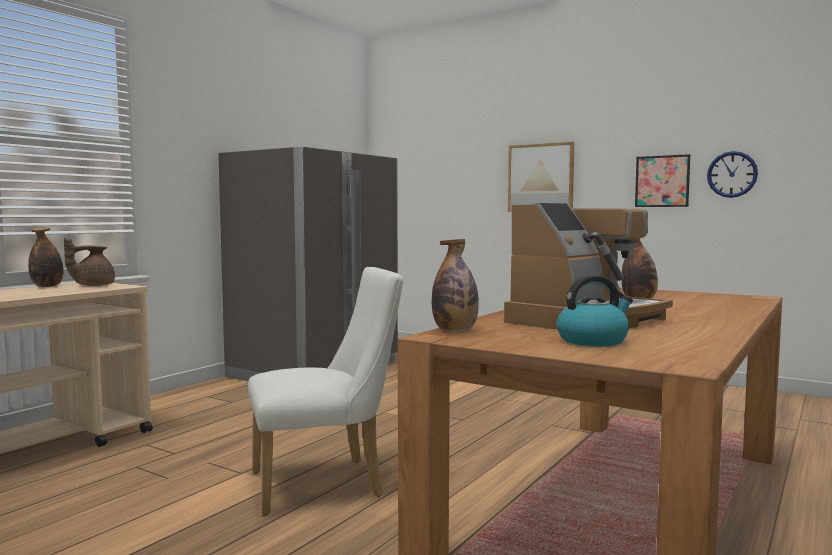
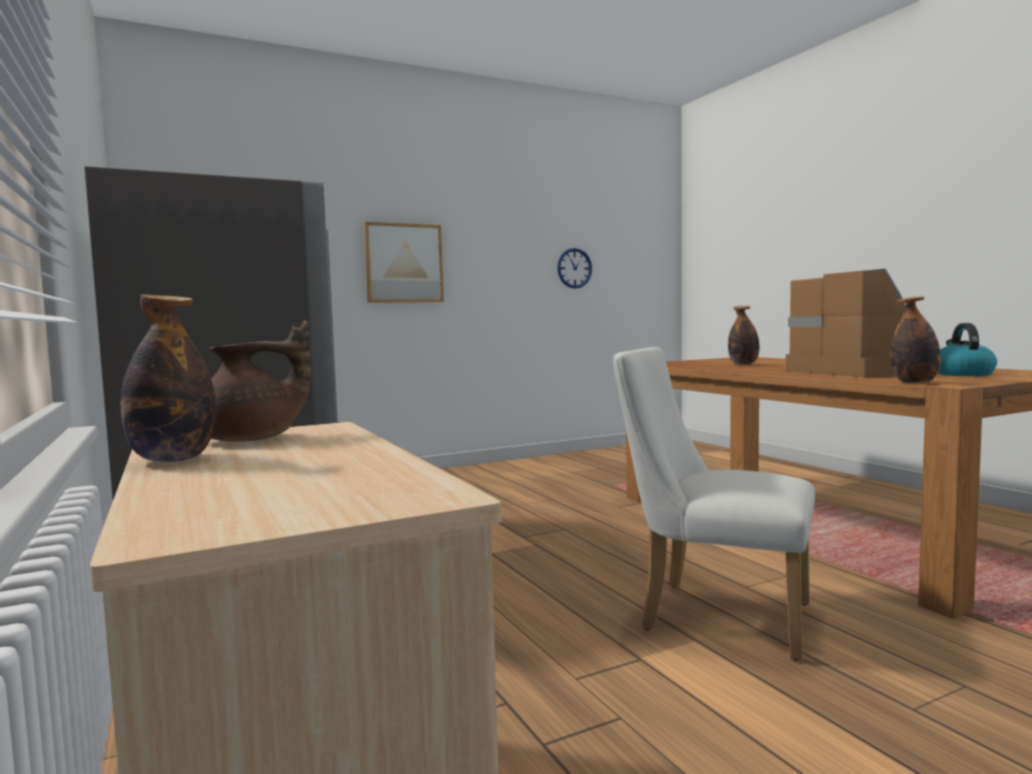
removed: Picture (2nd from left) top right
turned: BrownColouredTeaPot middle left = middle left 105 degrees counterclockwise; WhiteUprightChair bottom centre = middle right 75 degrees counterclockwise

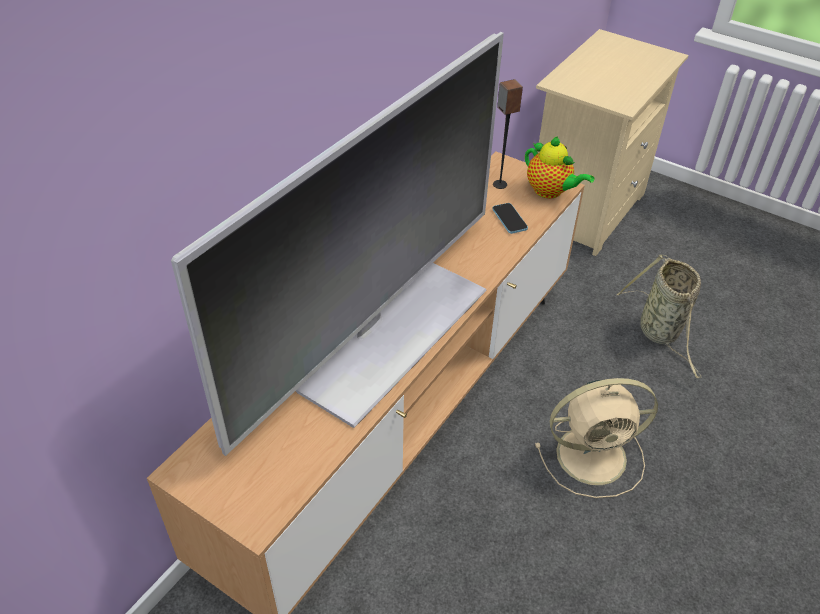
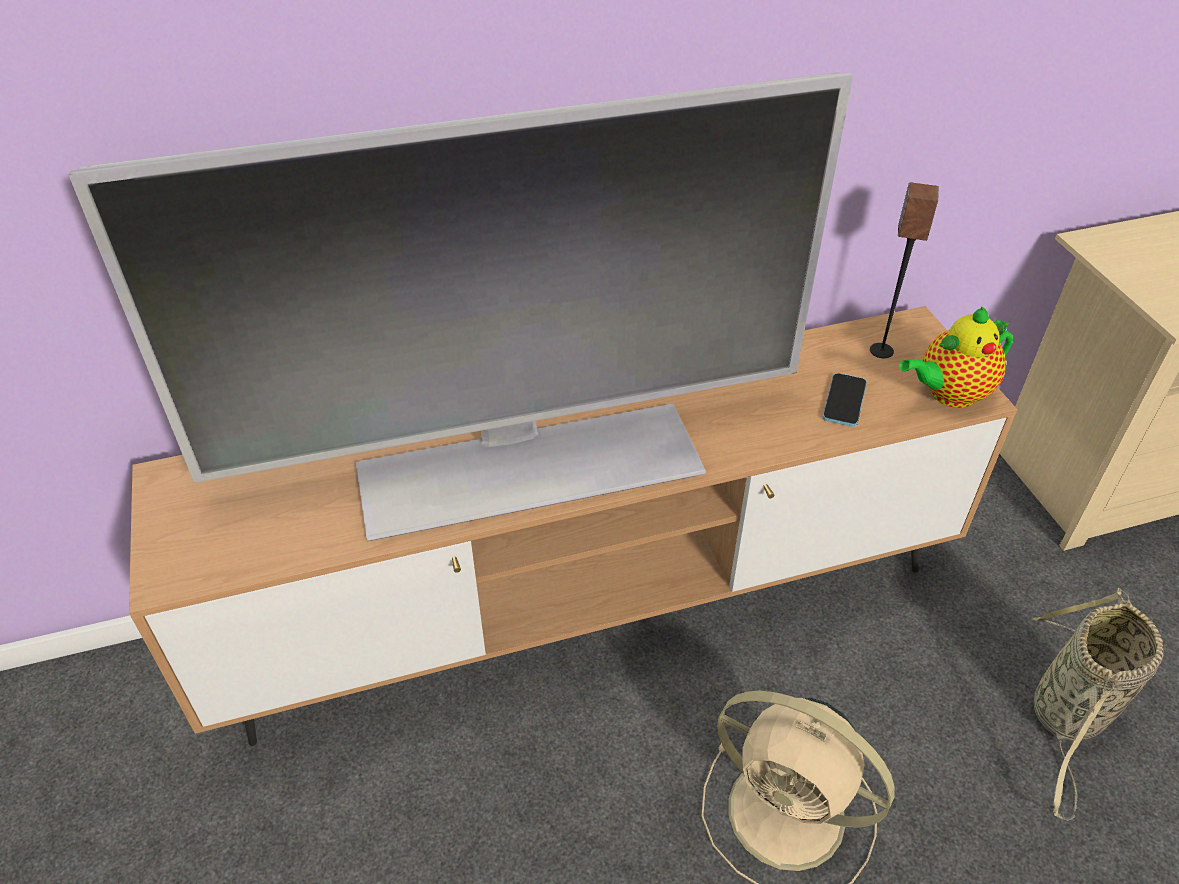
turned: TeaPot top right = middle right 75 degrees clockwise

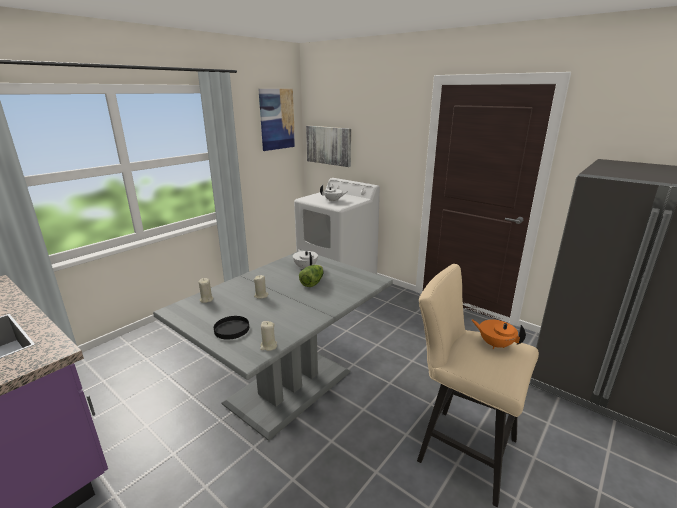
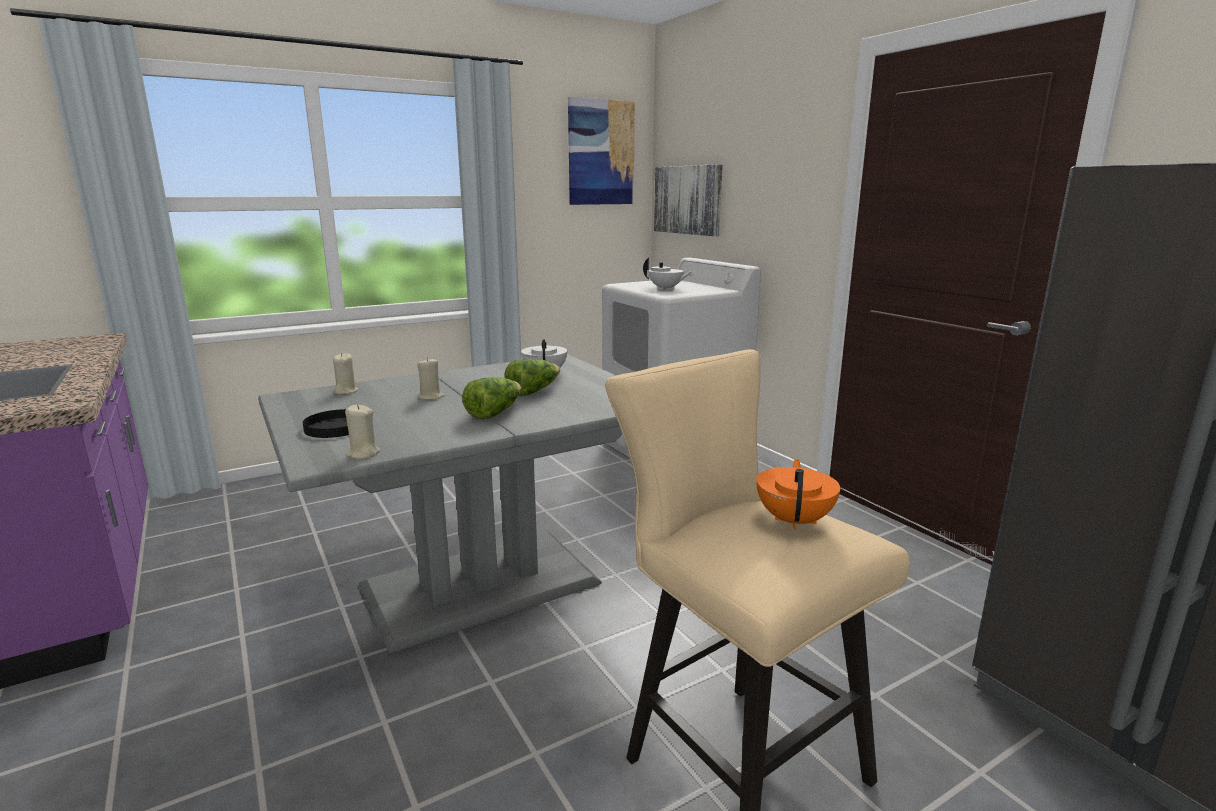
added: HeadOfLettuce (1st from left) centre
turned: OrangeTeaPot middle right = centre 45 degrees clockwise

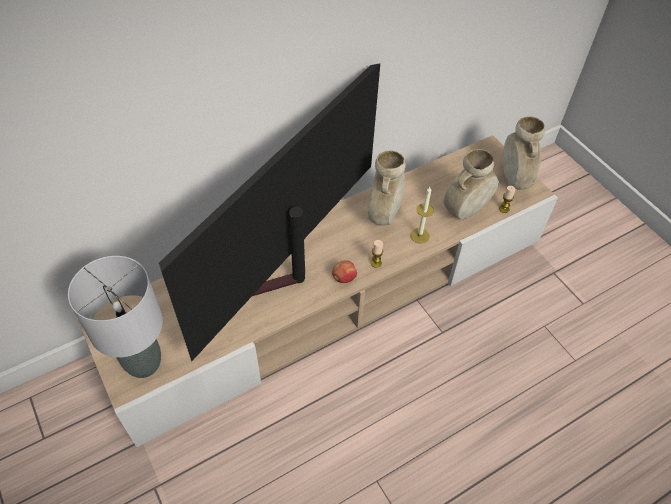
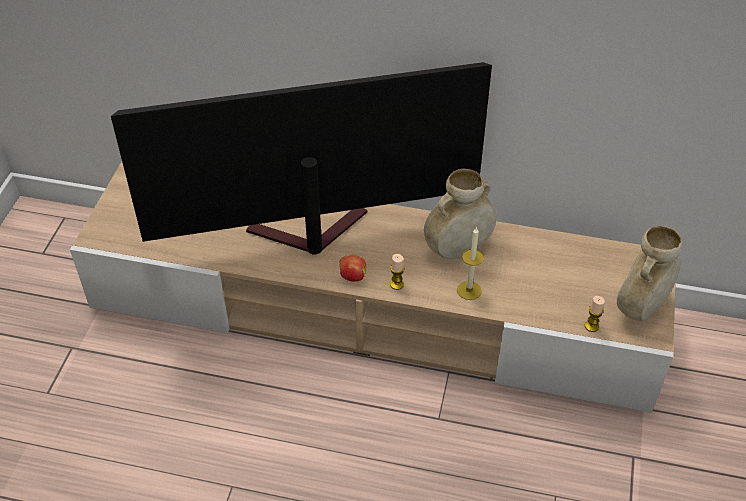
removed: GreyTabletopLamp middle left; SandColouredVase (2nd from left) middle right

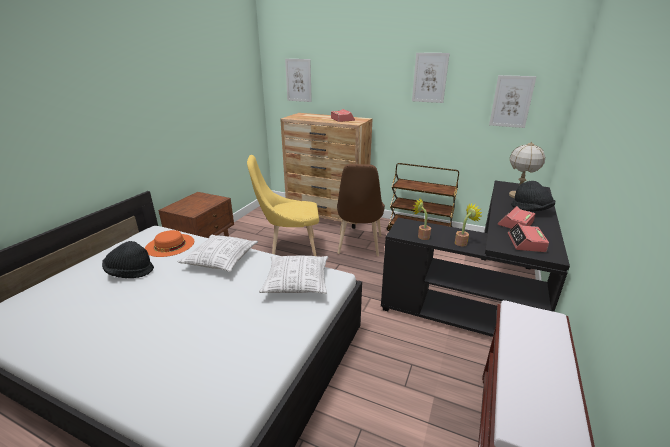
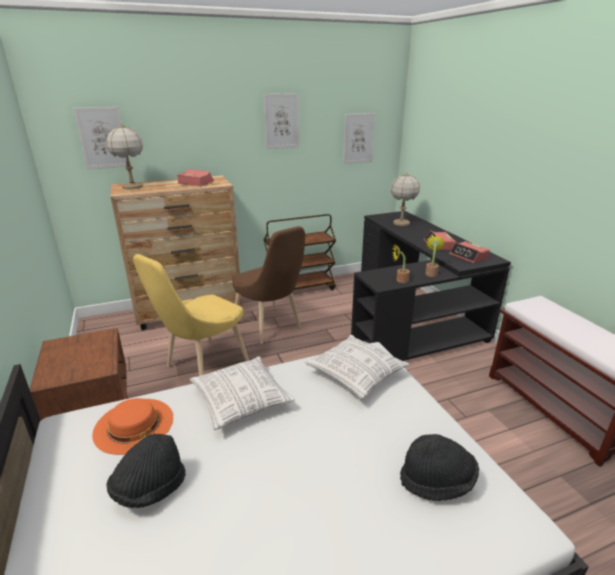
added: TabletopLamp (1st from left) top left
moved: BlackClothingHat (2nd from left) middle right to bottom right

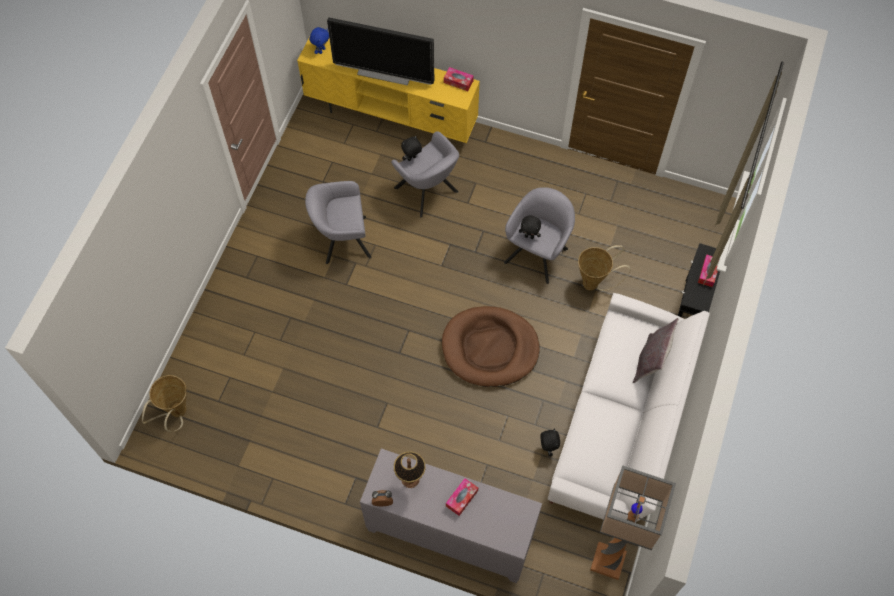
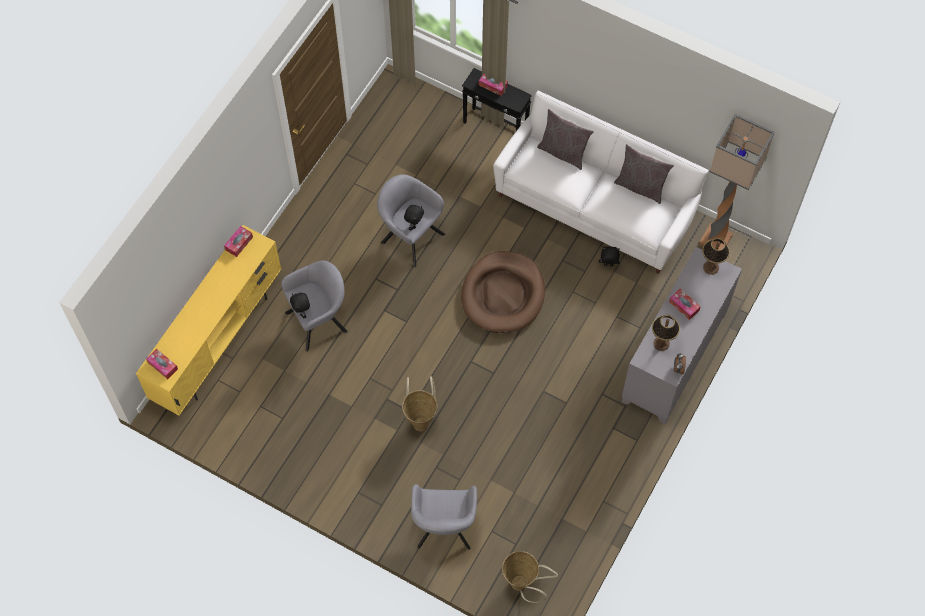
removed: Tv top centre
added: GreyThrowPillow (2nd from left) top right; TabletopLamp (2nd from left) middle right
moved: GreyArmchair (1st from left in the first image) centre to GreyArmchair (3rd from left) bottom centre; Basket (2nd from left in the first image) middle right to Basket (1st from left) centre
replaced: BlueCuddlyToy top centre to TissueHolder (1st from left) middle left

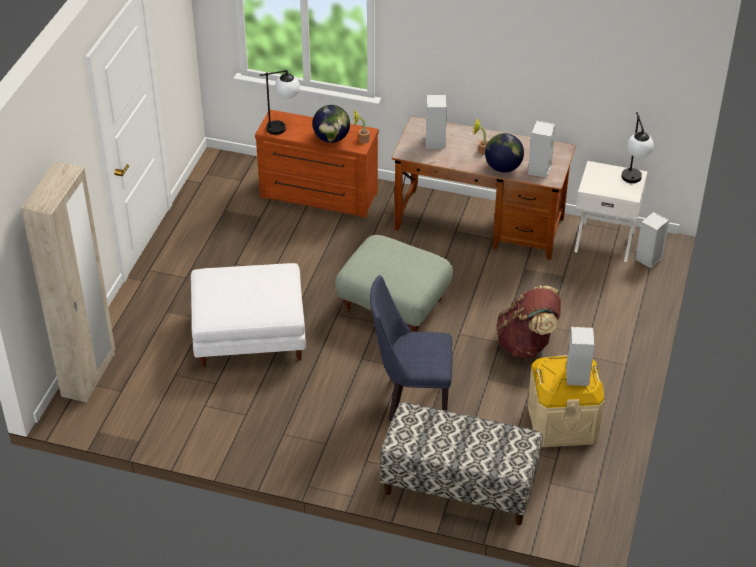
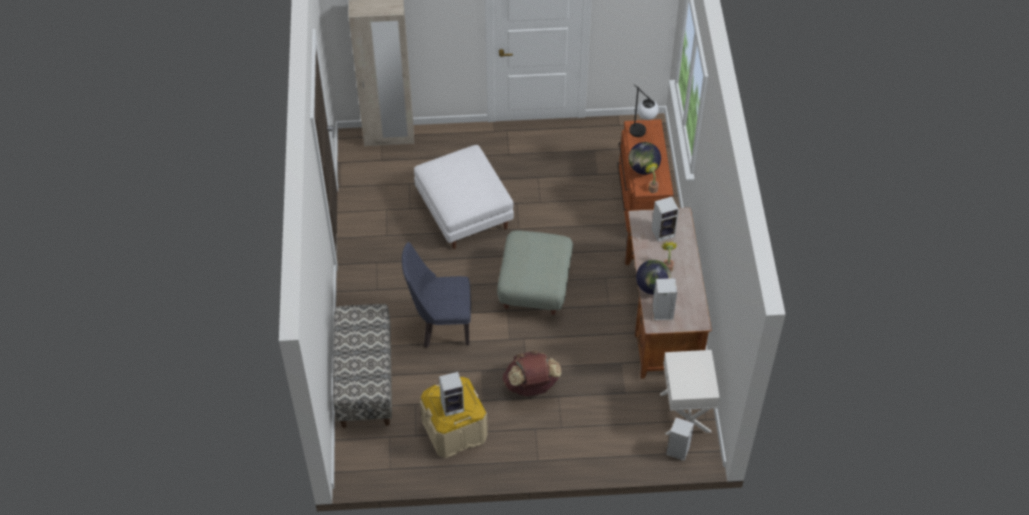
removed: TabletopLamp (2nd from left) top right
turned: BlueUprightChair centre = centre 75 degrees counterclockwise

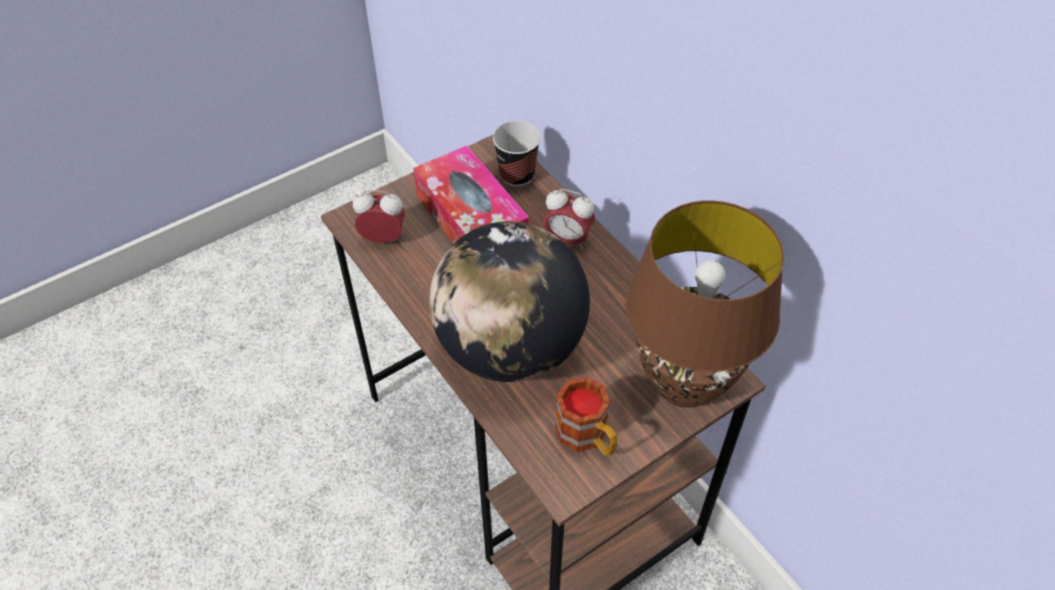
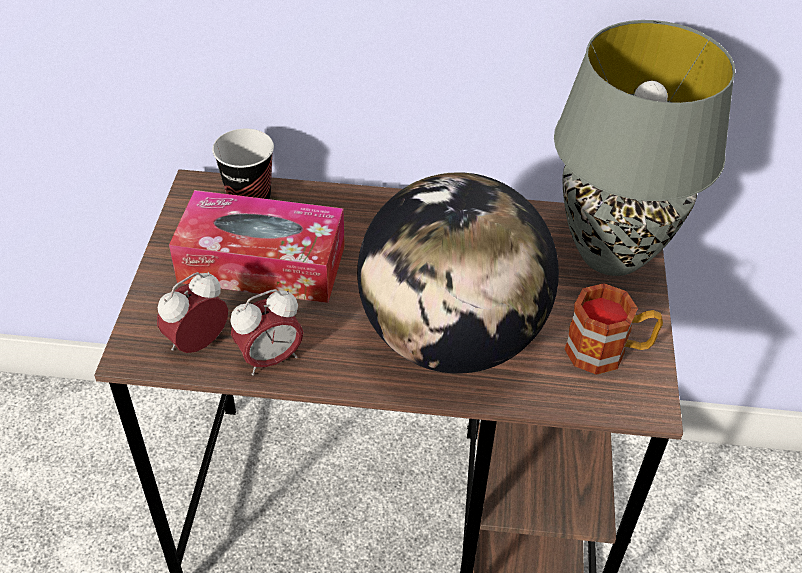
moved: TableClock (2nd from left) centre to middle left
recoloured: BrownColouredTabletopLamp middle right to GreyTabletopLamp top right

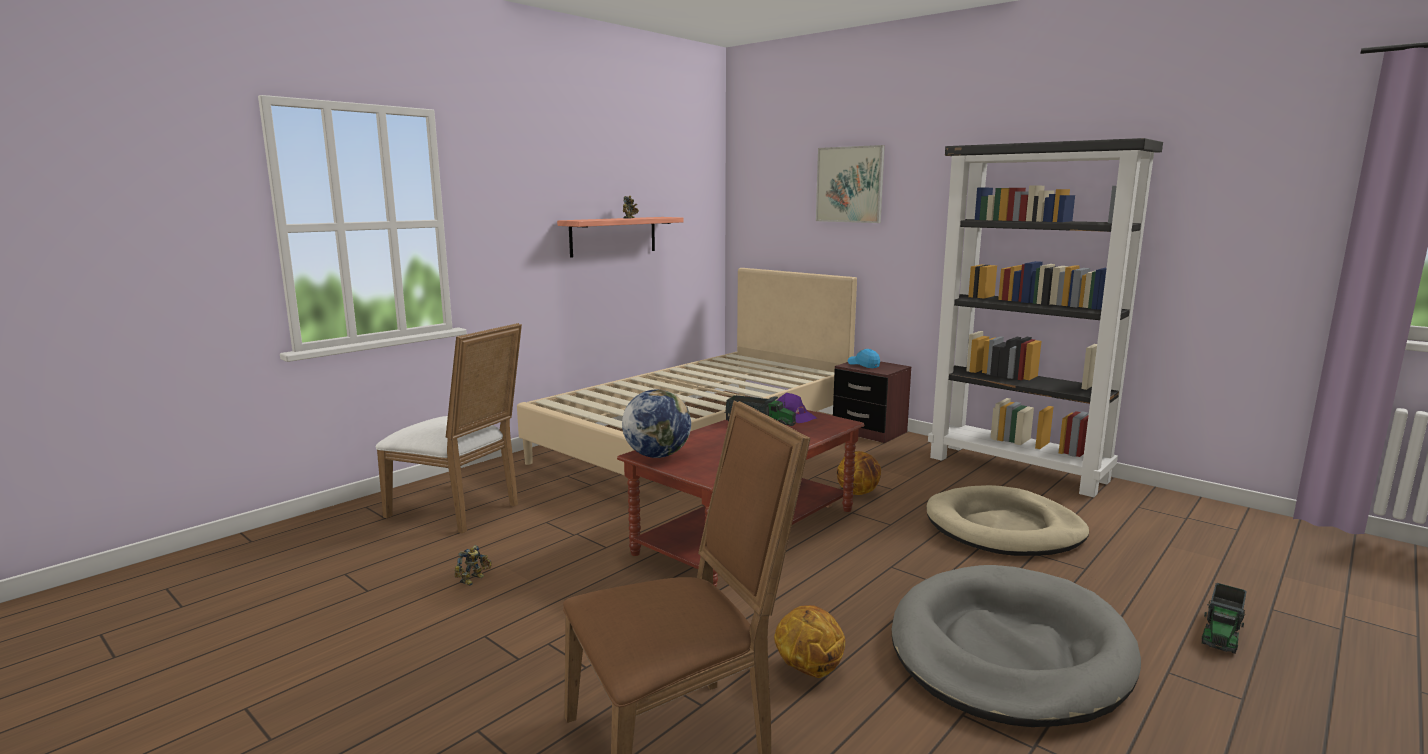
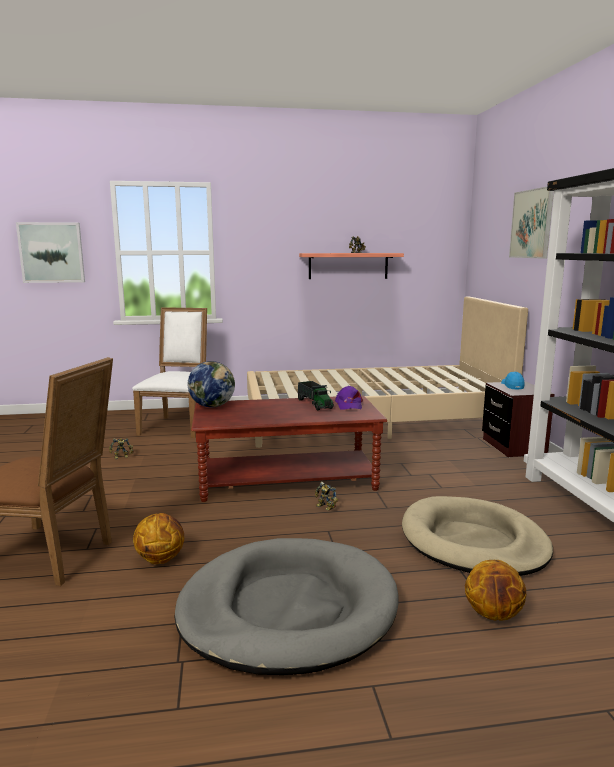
removed: ModelTruck (2nd from left) bottom right
added: Picture (1st from left) top left; RobotFigure (2nd from left) centre
moved: BallForBasketball (2nd from left) centre to bottom right
turned: WhiteUprightChair middle left = middle left 150 degrees counterclockwise

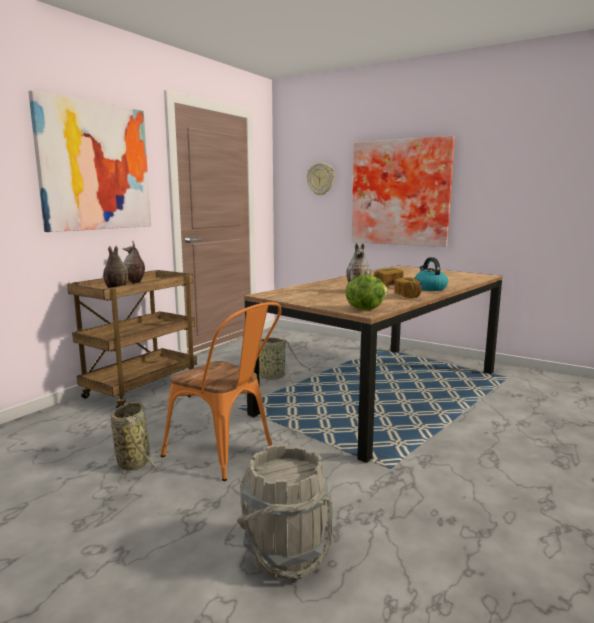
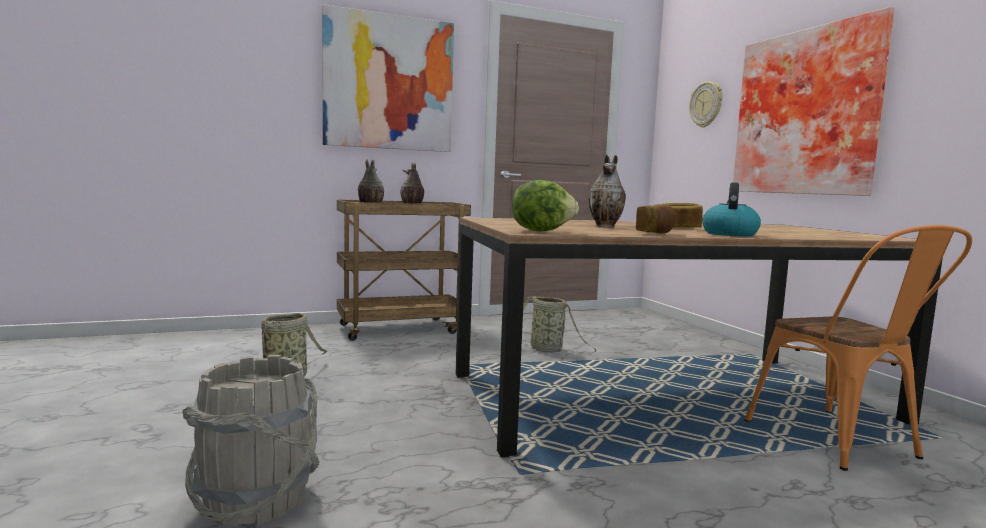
moved: OrangeUprightChair centre to middle right

